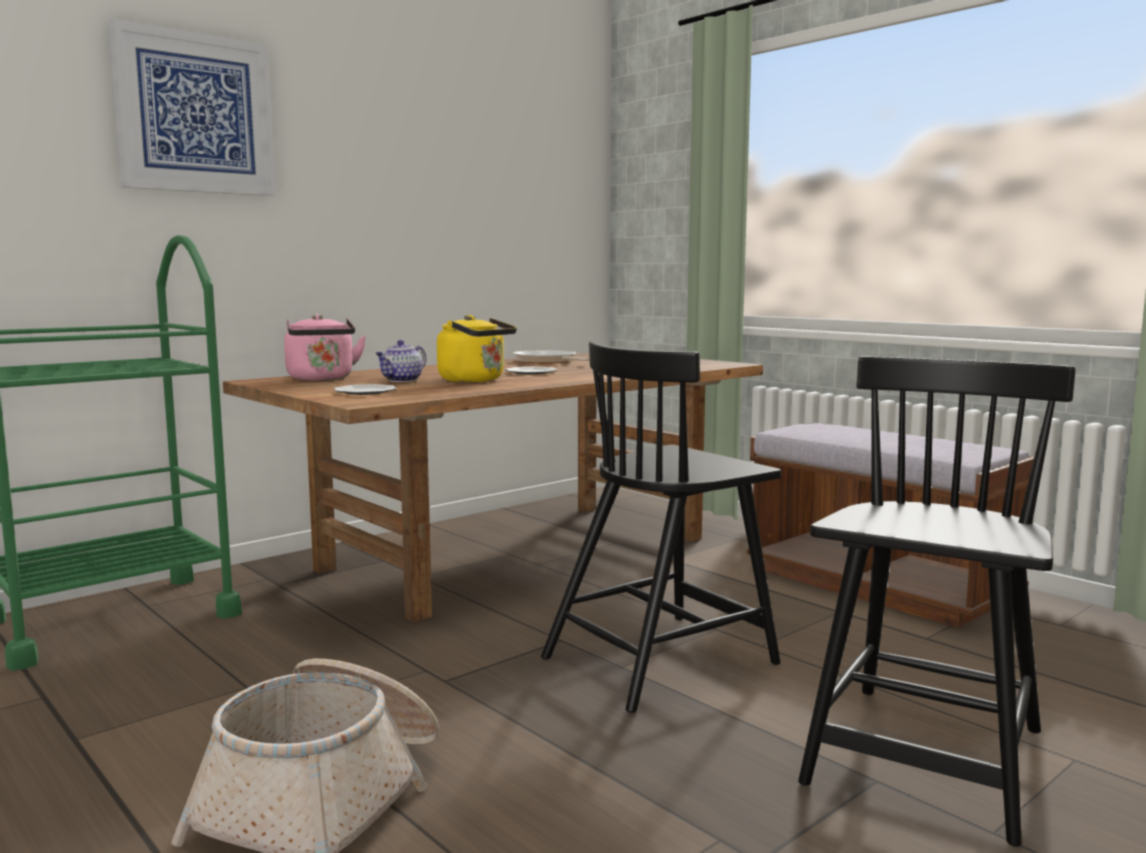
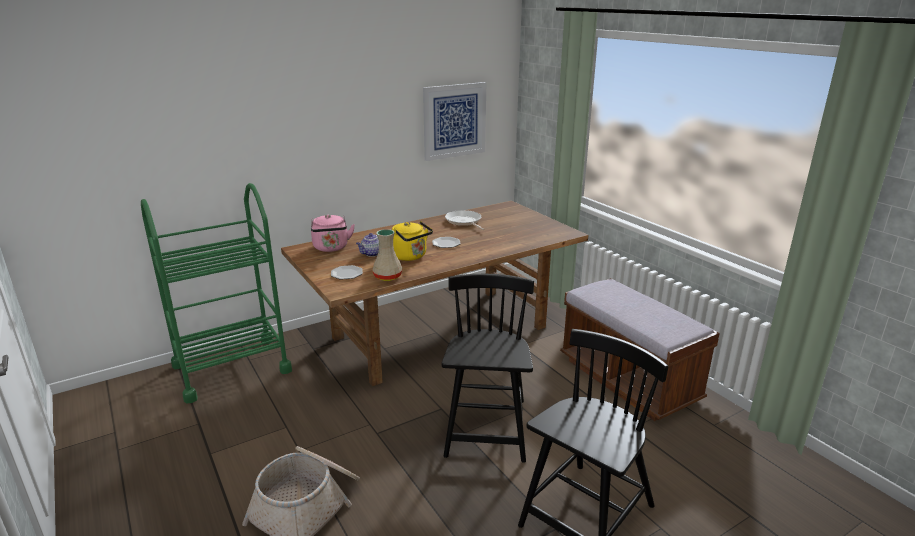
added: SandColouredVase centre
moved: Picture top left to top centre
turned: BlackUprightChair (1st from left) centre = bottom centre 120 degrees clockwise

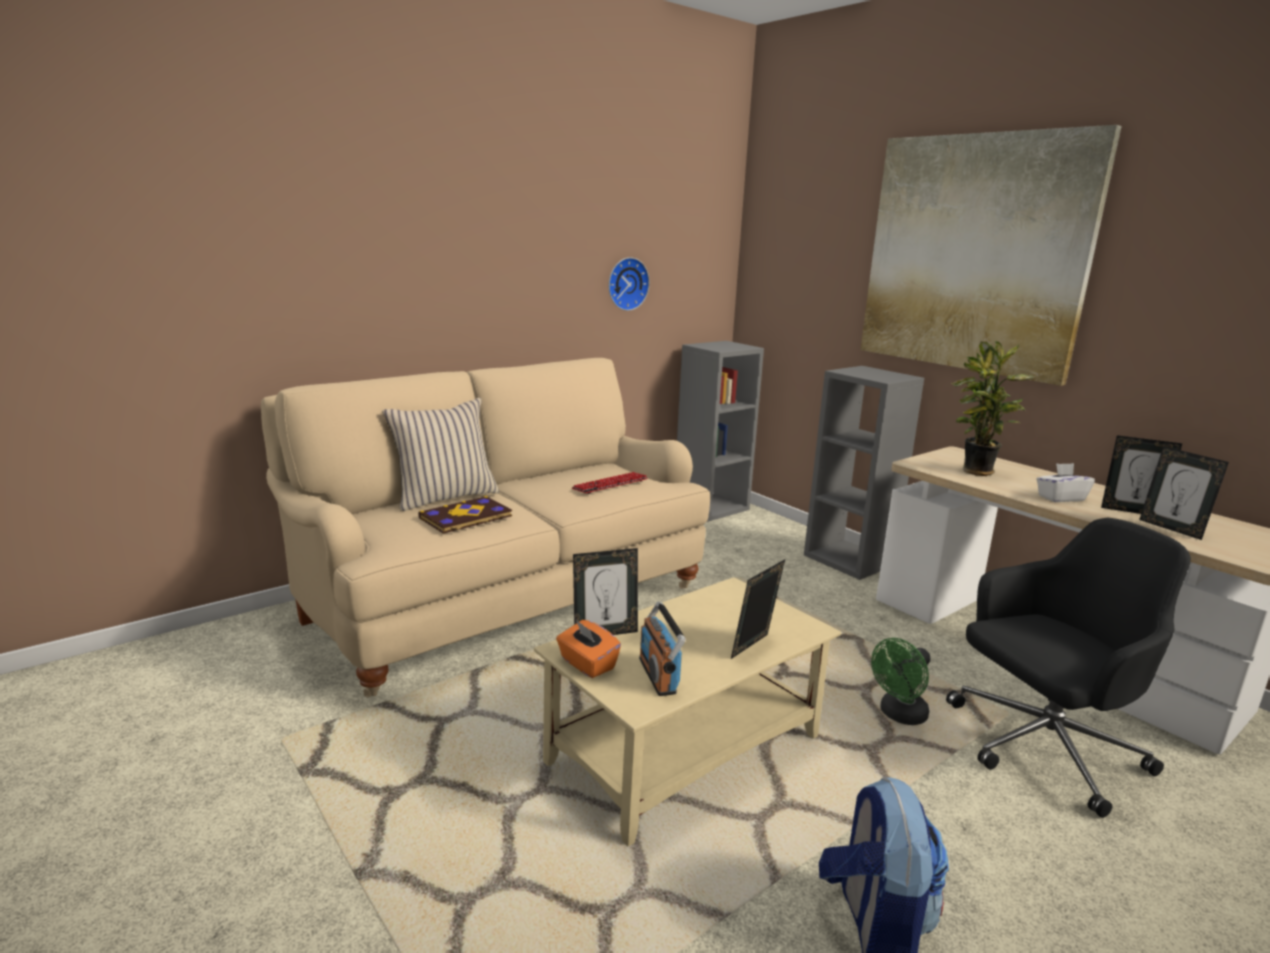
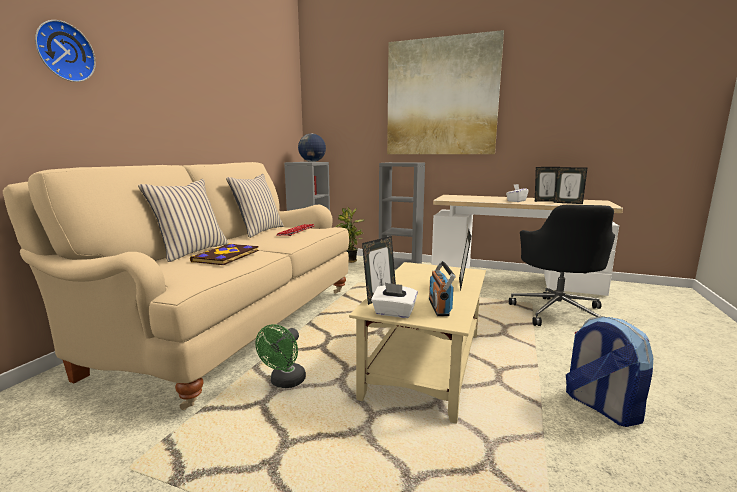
added: SandColouredThrowPillow (2nd from left) centre; WorldGlobe top centre
moved: HangingClock top centre to top left; GreenColouredCoolingFan bottom right to bottom centre; PlantInAPot middle right to centre
recoloured: OrangeTissueHolder bottom centre to WhiteTissueHolder (1st from left) centre
turned: Radio bottom centre = centre 45 degrees clockwise; BlackComputerChair bottom right = middle right 150 degrees clockwise

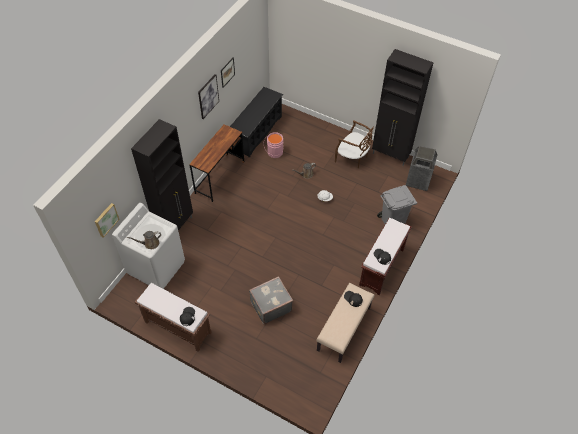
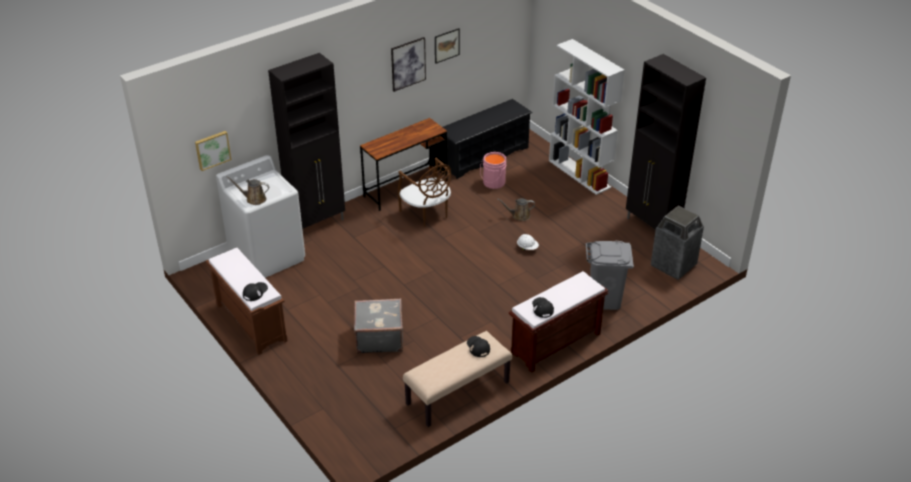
added: WhiteBookcase top centre
moved: BrownColouredUprightChair top centre to centre

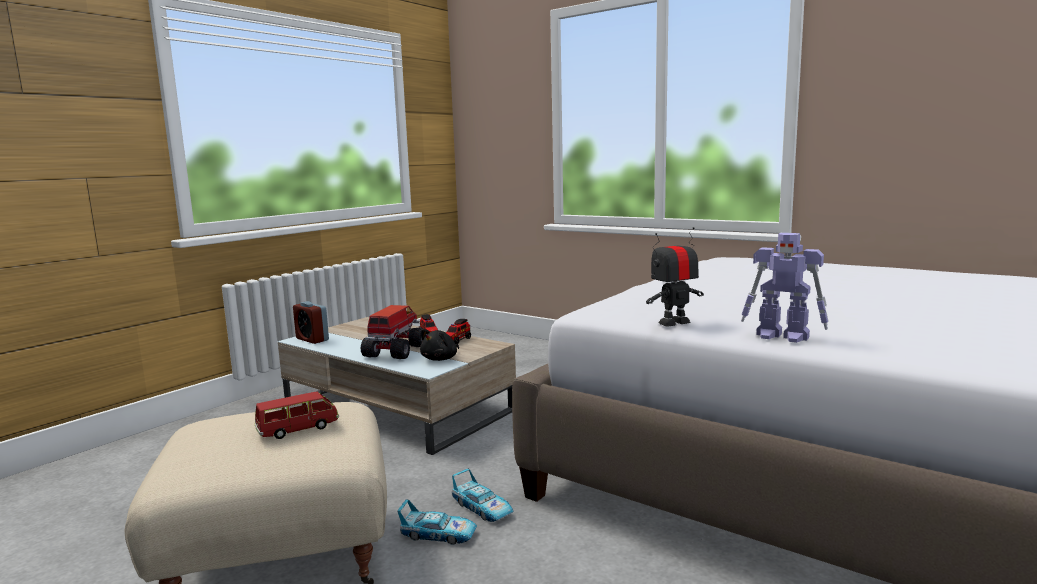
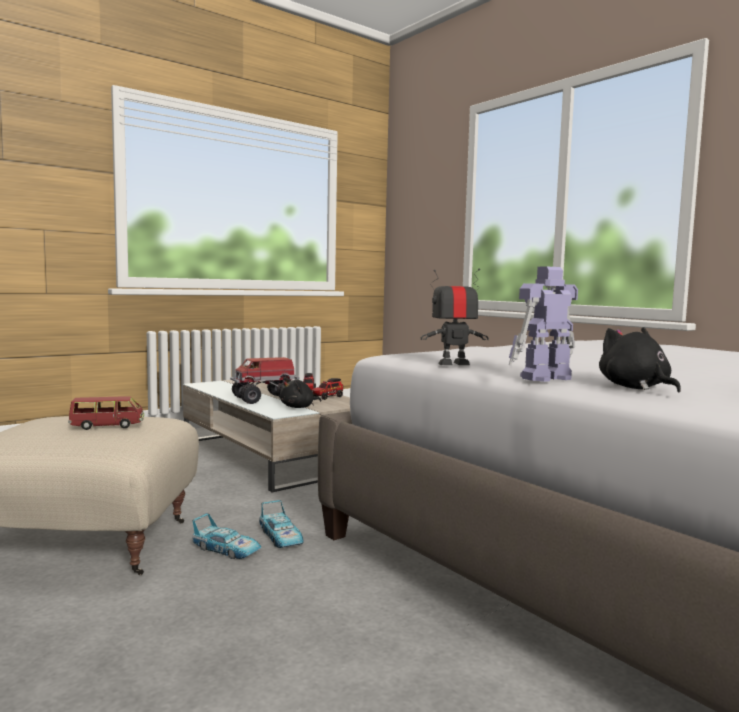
removed: TableClock middle left
added: BlackCuddlyToy (2nd from left) middle right
turned: ModelTruck (1st from left) centre = centre 150 degrees counterclockwise; RobotFigure (2nd from left) middle right = middle right 105 degrees clockwise

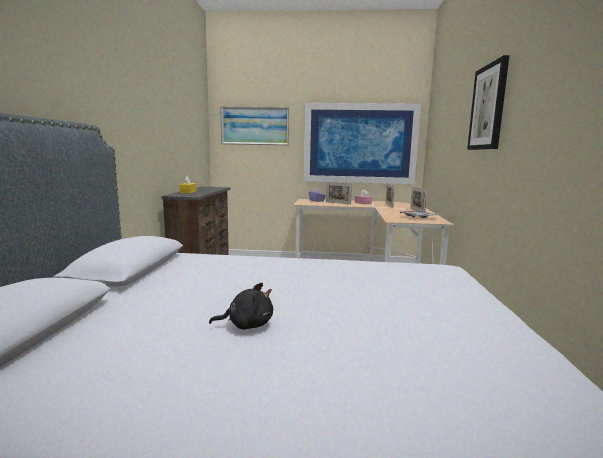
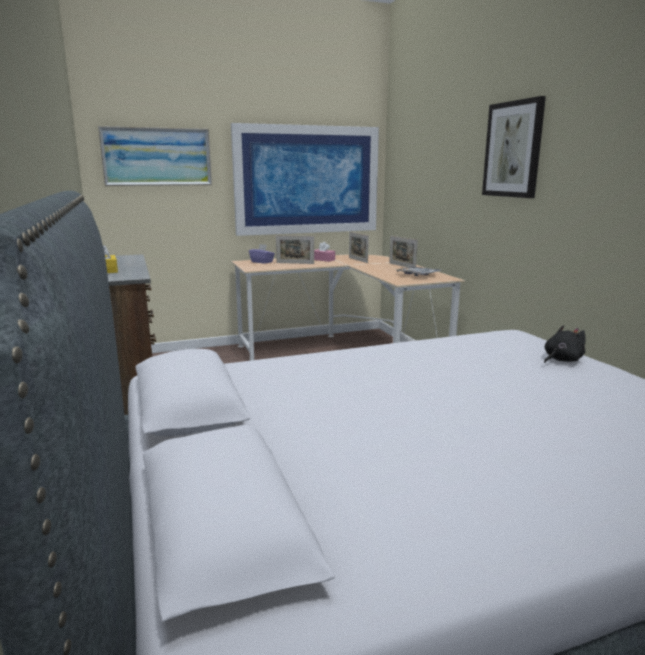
moved: BlackCuddlyToy bottom centre to middle right

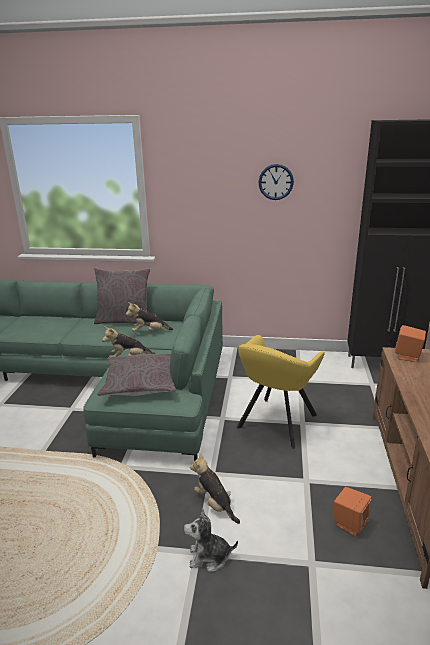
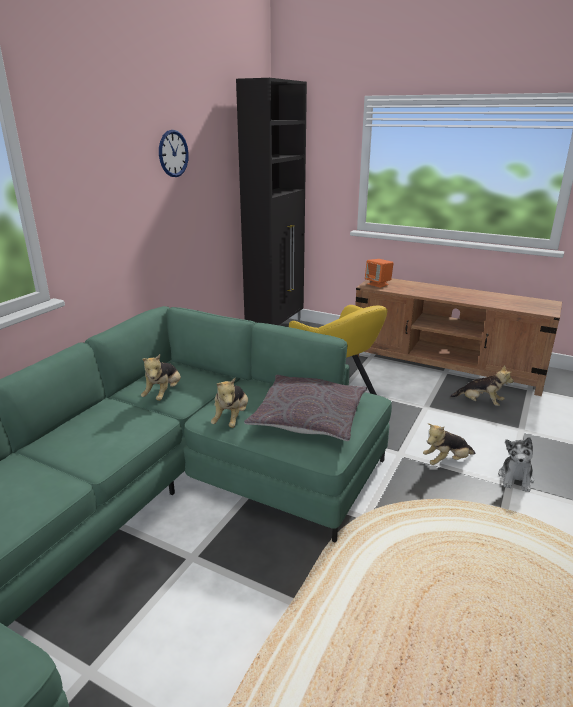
removed: GreyThrowPillow (1st from left) middle left
replaced: OrangeAudioSpeaker (1st from left) bottom right to CuddlyToy (4th from left) middle right

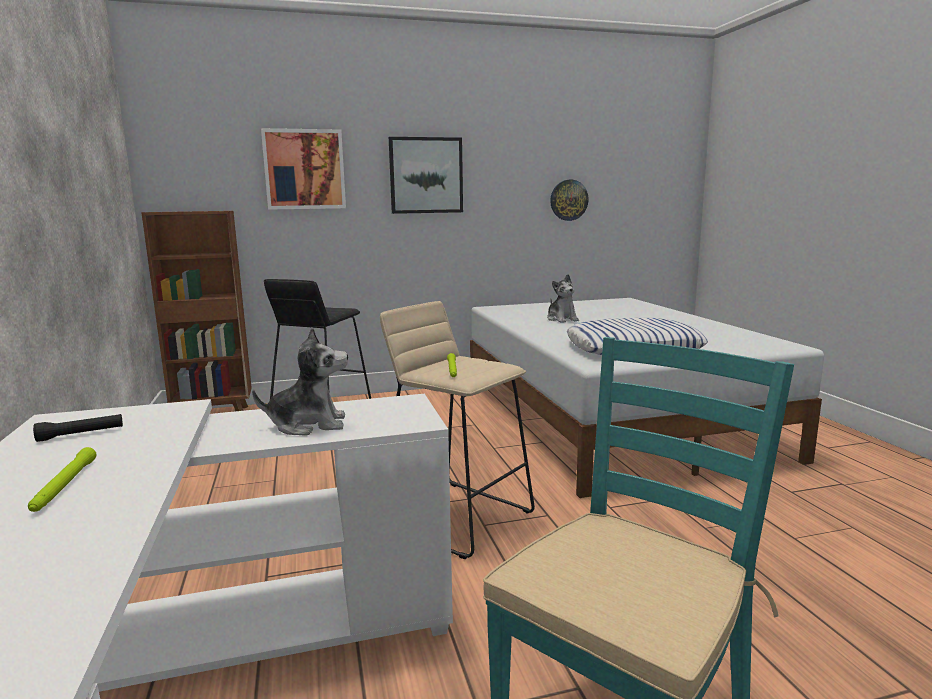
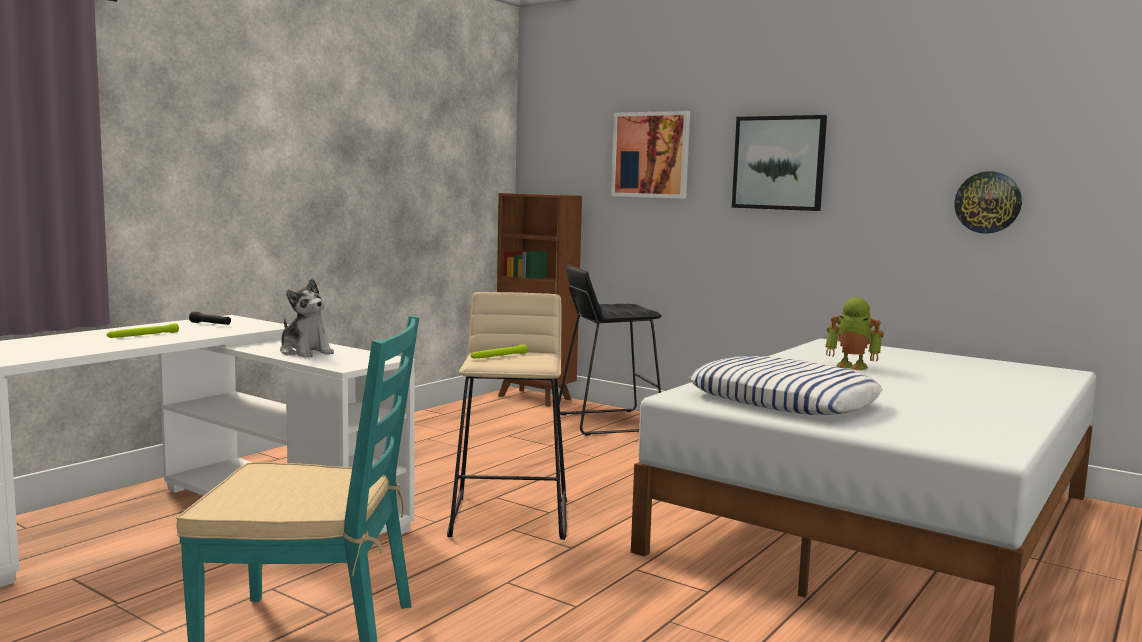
replaced: CuddlyToy (2nd from left) centre to RobotFigure middle right

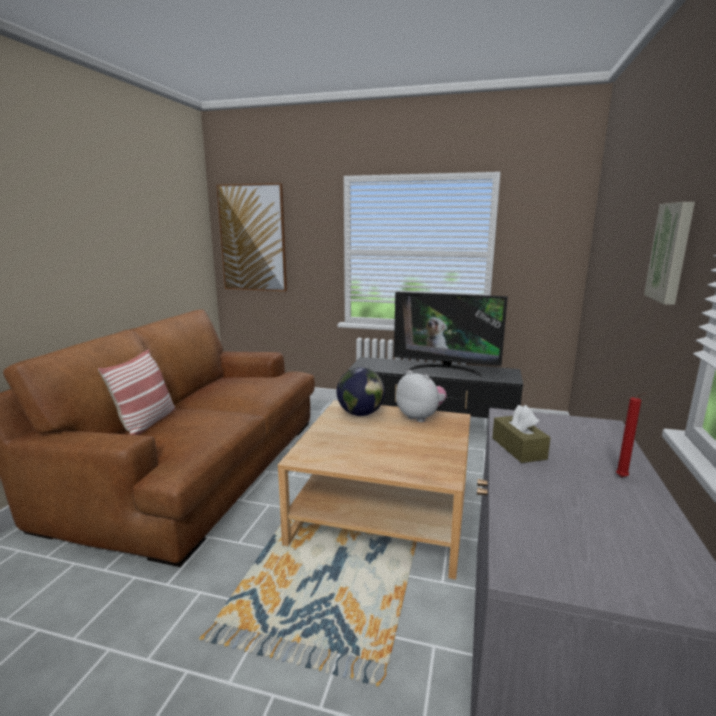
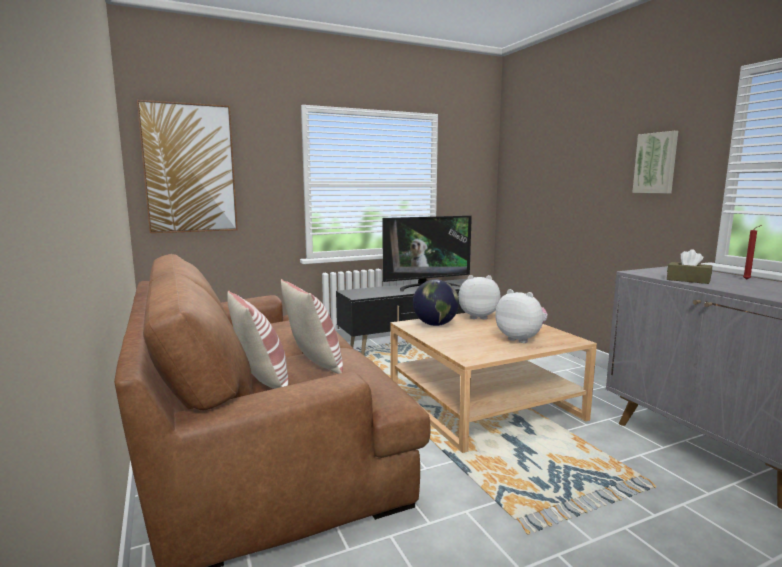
added: ThrowPillow (2nd from left) centre; CuddlyToy (2nd from left) centre

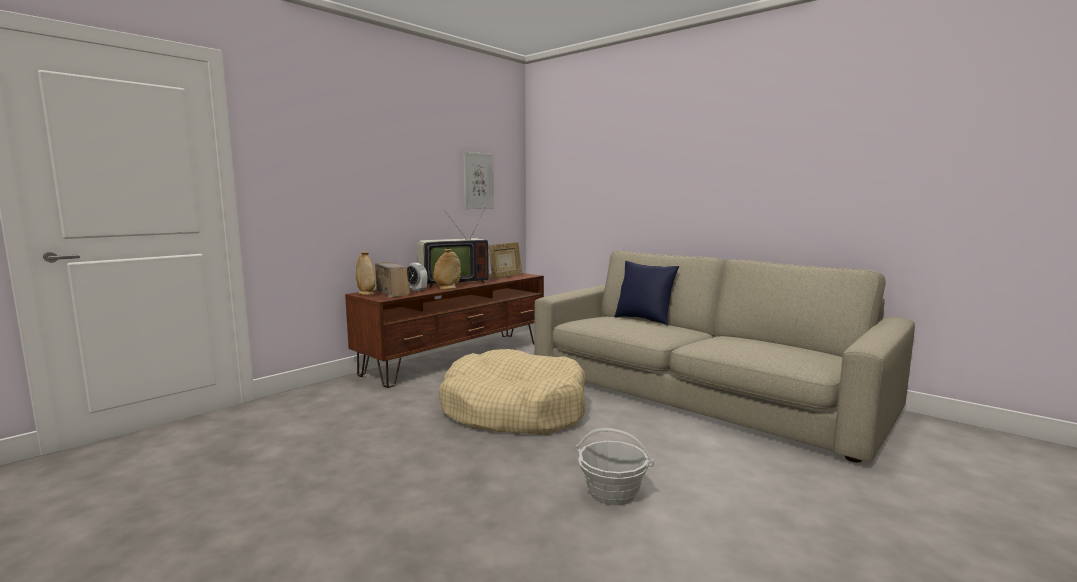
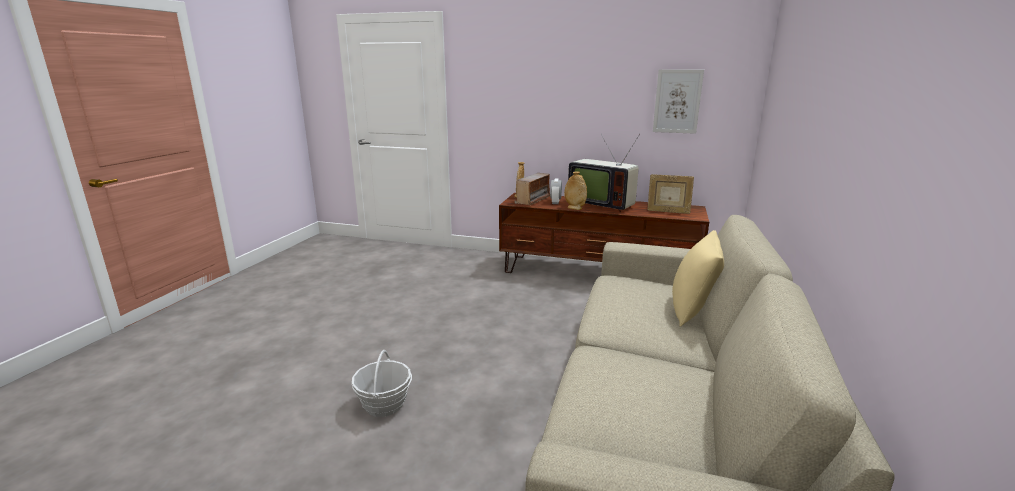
removed: SandColouredPetBed bottom centre
recoloured: BlueThrowPillow centre to SandColouredThrowPillow middle right

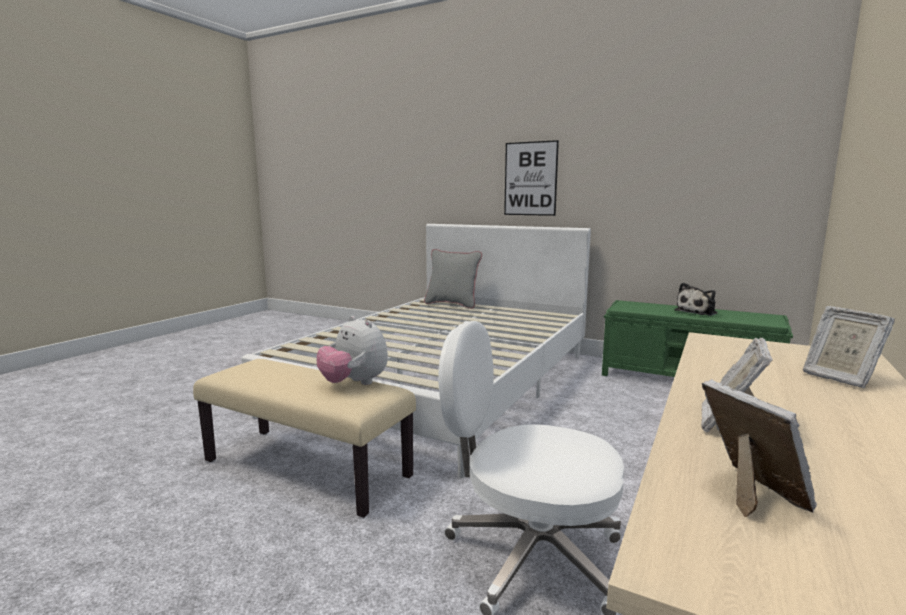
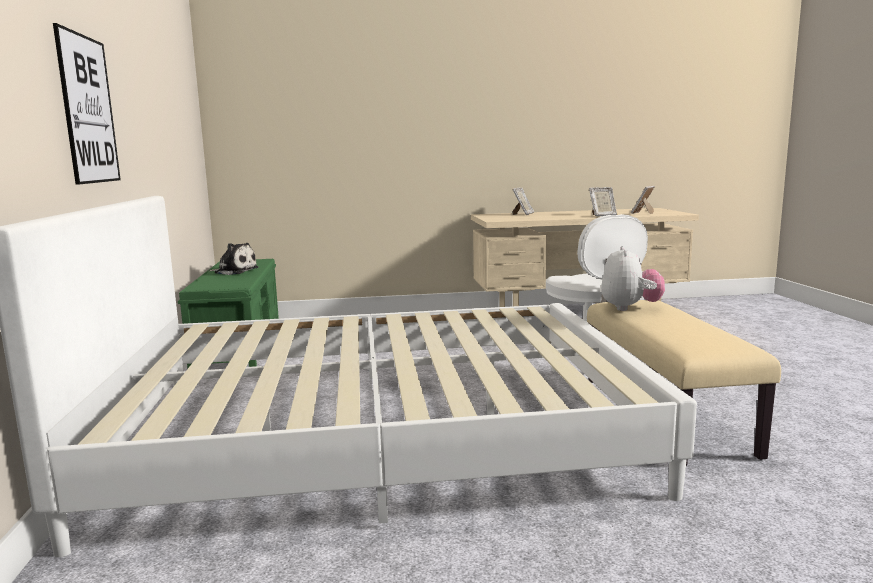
removed: GreyThrowPillow centre

